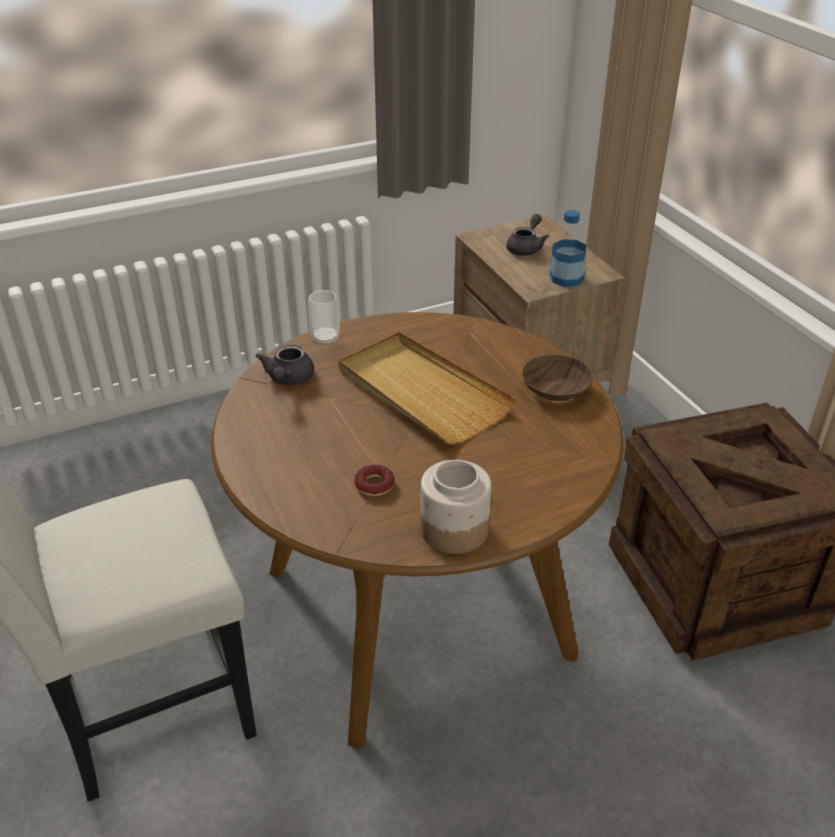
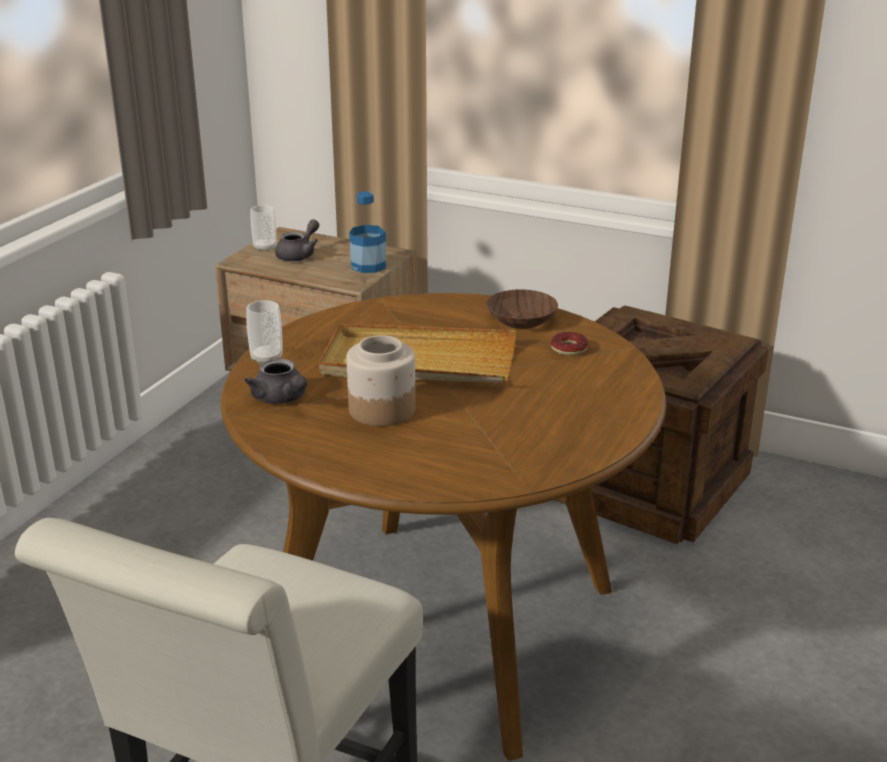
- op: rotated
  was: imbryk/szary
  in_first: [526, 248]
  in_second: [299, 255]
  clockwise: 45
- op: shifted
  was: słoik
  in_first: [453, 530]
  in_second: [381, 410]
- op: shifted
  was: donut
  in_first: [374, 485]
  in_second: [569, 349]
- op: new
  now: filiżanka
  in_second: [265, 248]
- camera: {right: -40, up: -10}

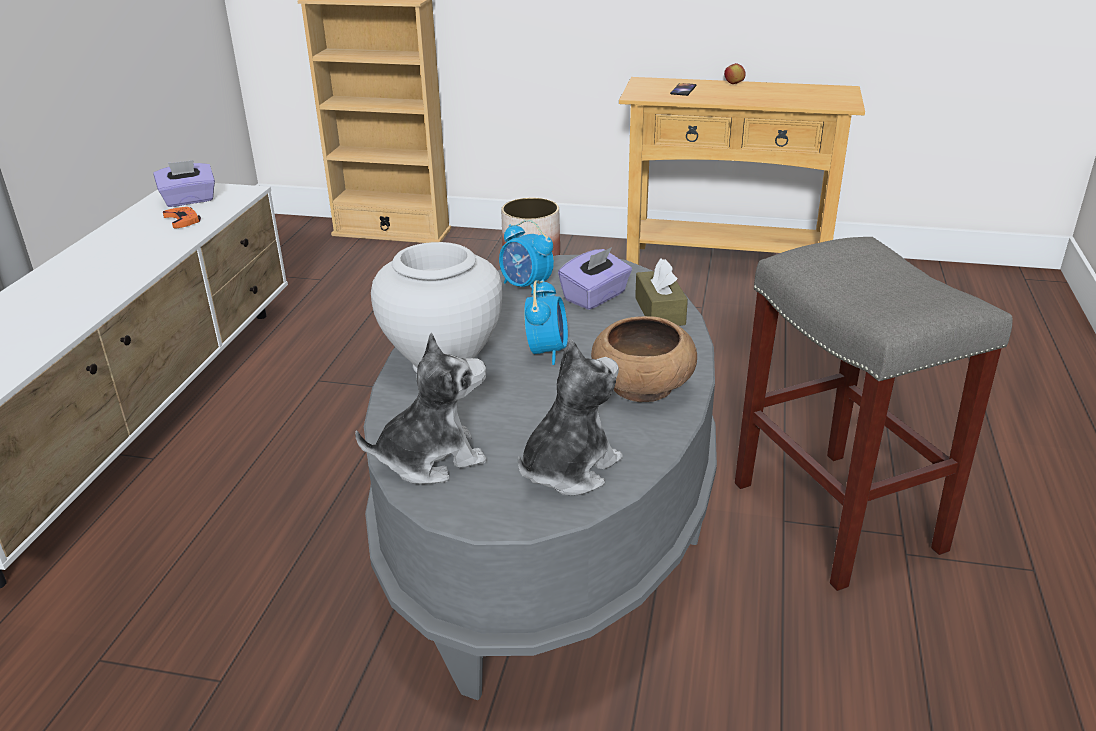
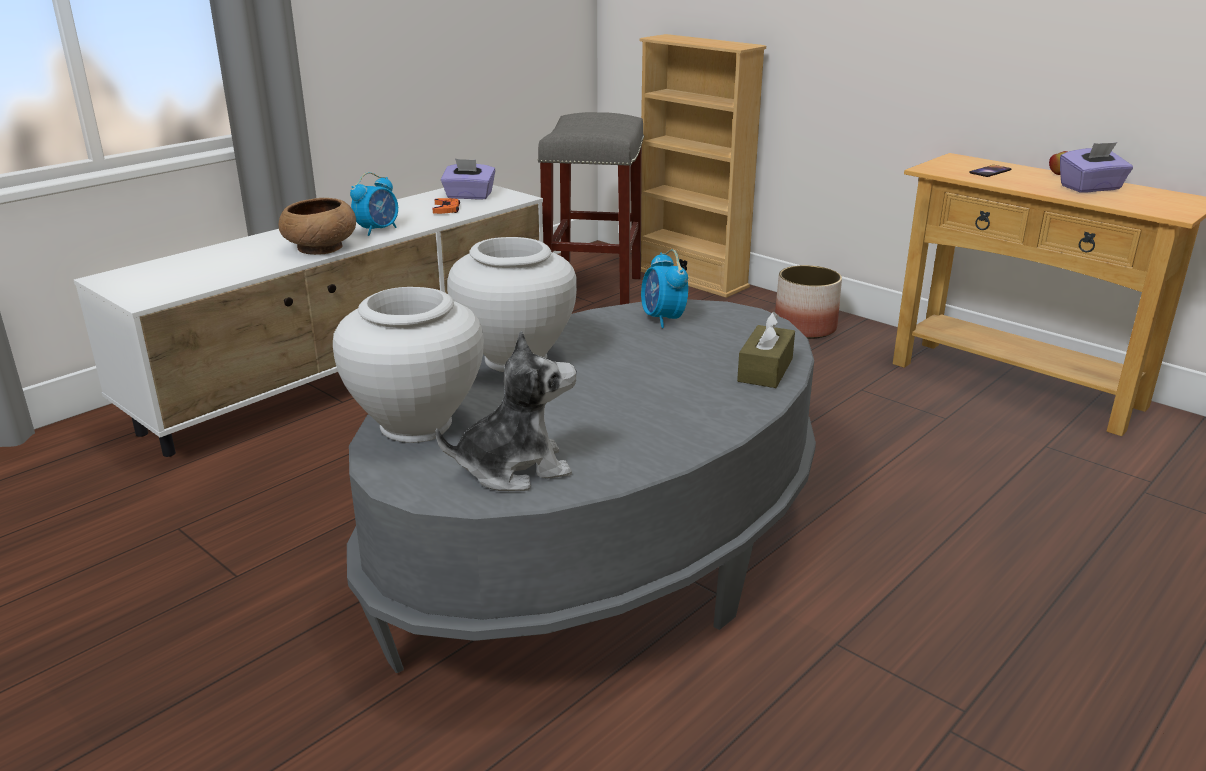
- op: shifted
  was: stołek/szary
  in_first: [839, 517]
  in_second: [594, 294]
- op: shifted
  was: pudełko chusteczek/fioletowy
  in_first: [595, 297]
  in_second: [1091, 188]
- op: shifted
  was: budzik
  in_first: [547, 351]
  in_second: [378, 230]
- op: shifted
  was: miska/brązowy
  in_first: [643, 387]
  in_second: [320, 248]
- op: swapped
  was: pluszak
  now: wazon/biały
  in_first: [431, 459]
  in_second: [416, 425]
- camera: {right: 30, up: -5}

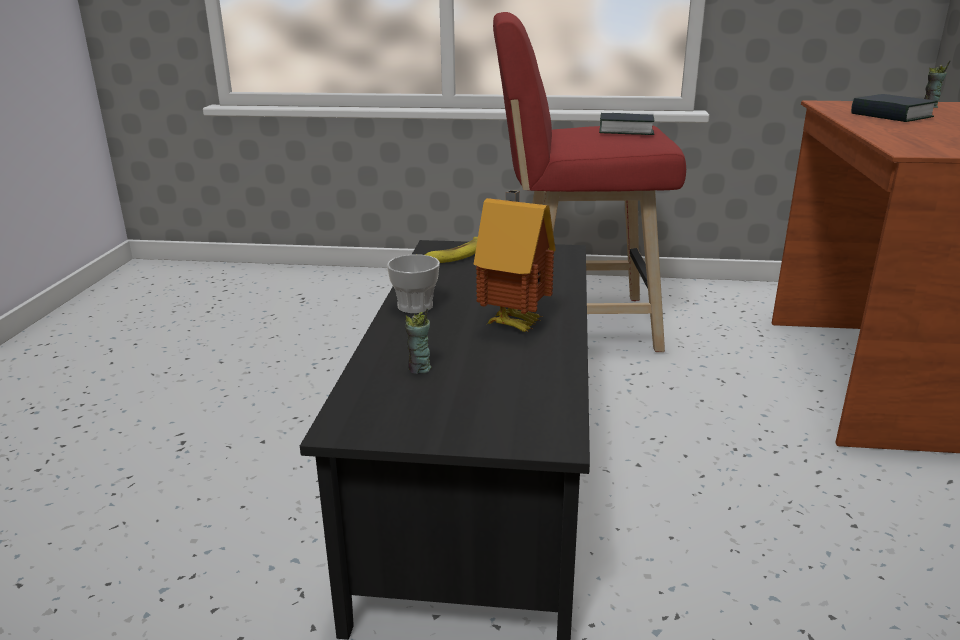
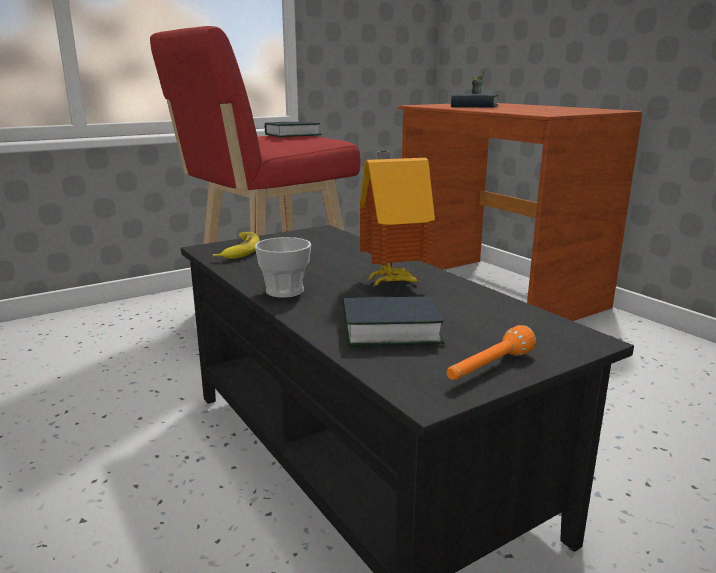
- op: swapped
  was: filiżanka
  now: książka
  in_first: [419, 369]
  in_second: [390, 331]
- op: new
  now: latarka/pomarańczowy
  in_second: [488, 368]
- camera: {right: -40, up: -5}

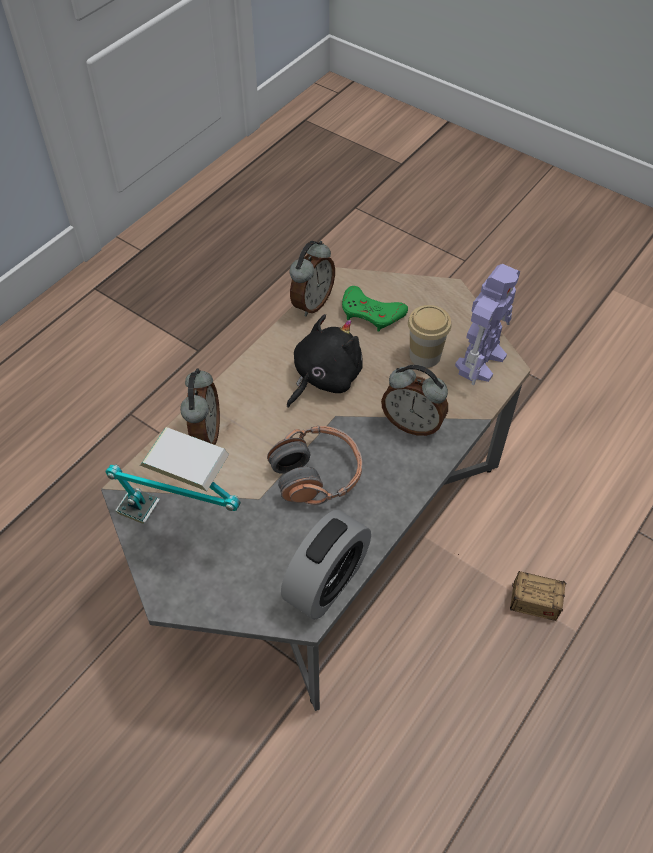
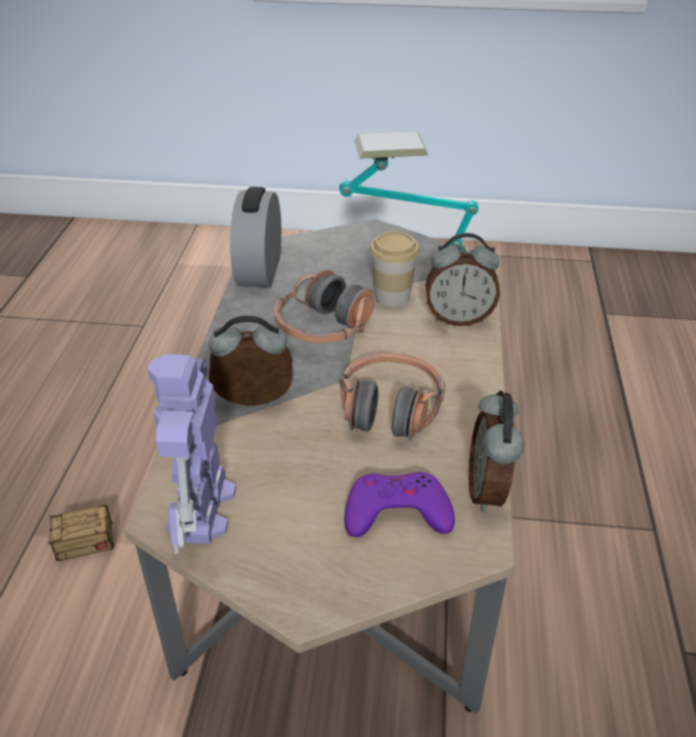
- op: repainted
  was: pad do gier/zielony
  now: pad do gier/fioletowy
  in_first: [371, 313]
  in_second: [396, 512]
- op: shifted
  was: filiżanka
  in_first: [425, 355]
  in_second: [392, 296]
- op: swapped
  was: pluszak/czarny
  now: słuchawki
  in_first: [324, 377]
  in_second: [390, 408]
- op: rotated
  was: budzik
  in_first: [205, 433]
  in_second: [458, 318]
  clockwise: -60
- camera: {right: 150, up: -15}

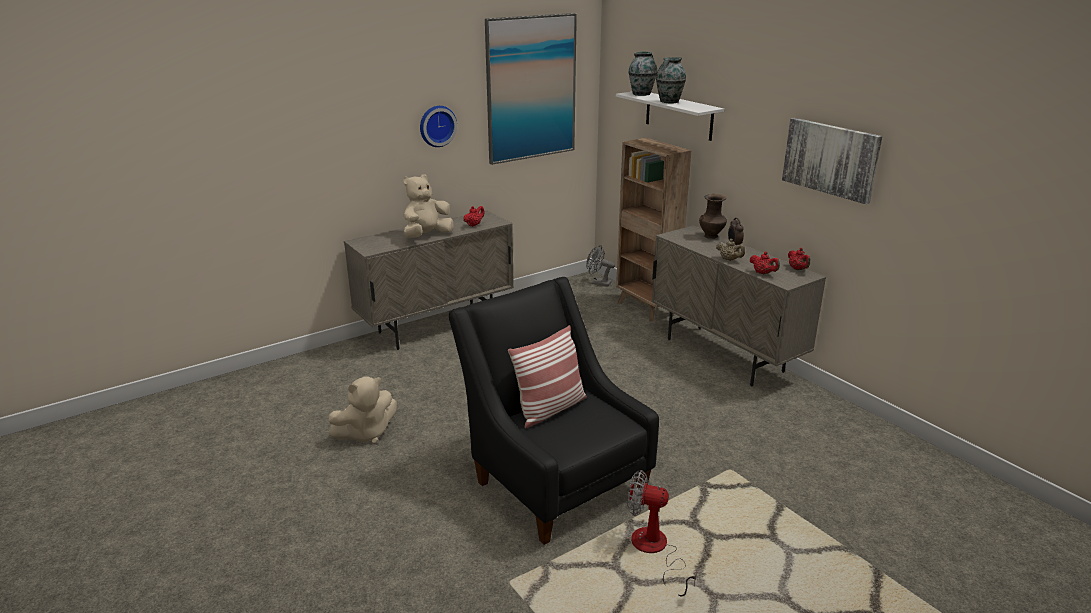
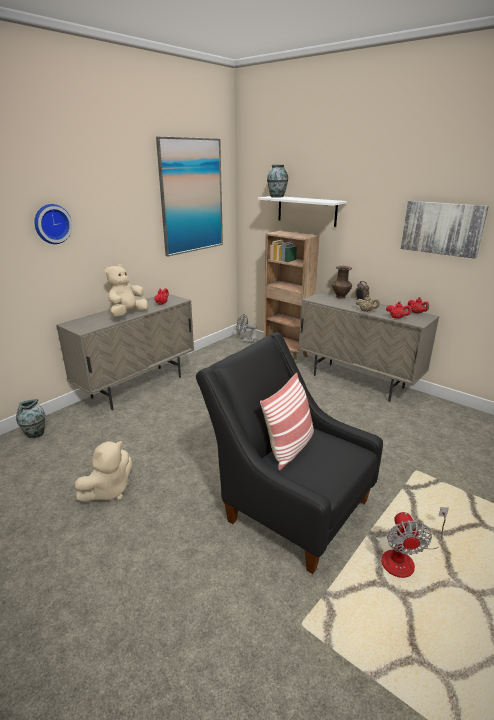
- op: shifted
  was: wazon
  in_first: [669, 102]
  in_second: [35, 434]
- op: shifted
  was: zegar ścienny
  in_first: [436, 125]
  in_second: [52, 224]
- op: rotated
  was: wentylator
  in_first: [655, 551]
  in_second: [405, 558]
  clockwise: -90
- camera: {right: -15, up: 0}

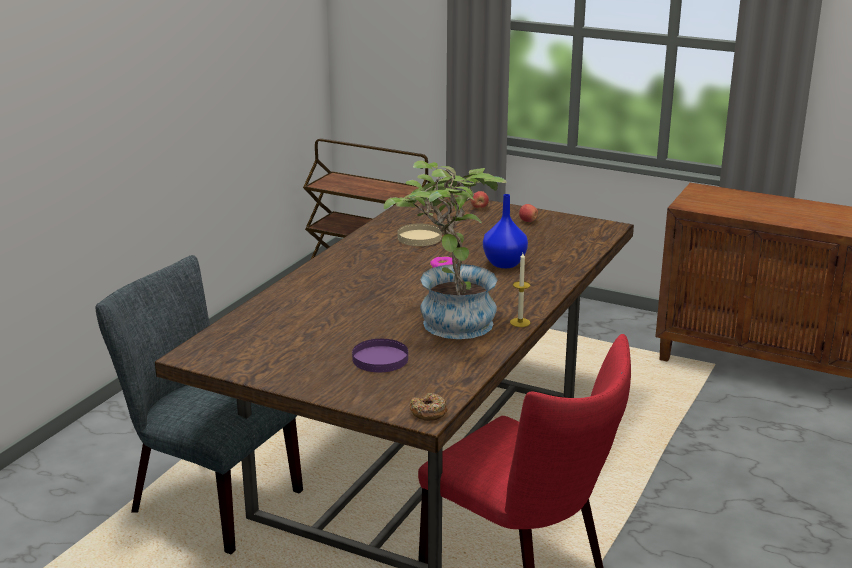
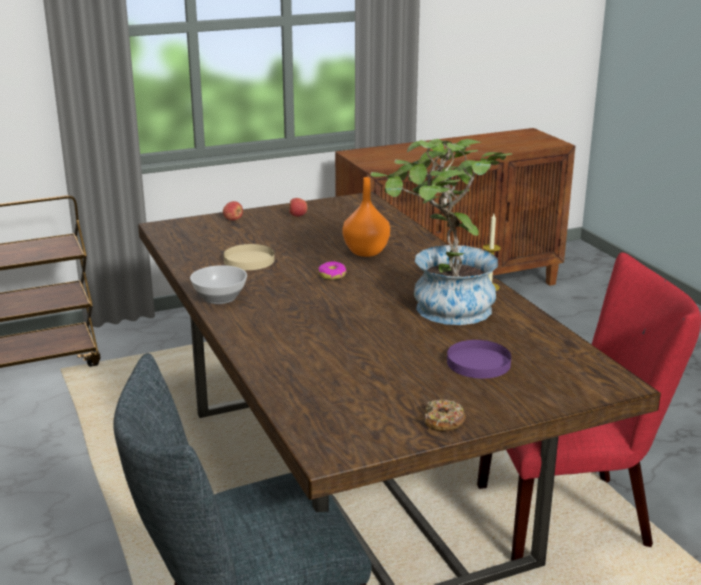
- op: repainted
  was: wazon/niebieski
  now: wazon/pomarańczowy
  in_first: [505, 264]
  in_second: [367, 252]
- op: shifted
  was: donut
  in_first: [428, 412]
  in_second: [443, 422]
- op: new
  now: miska
  in_second: [220, 298]
- camera: {right: -50, up: 0}

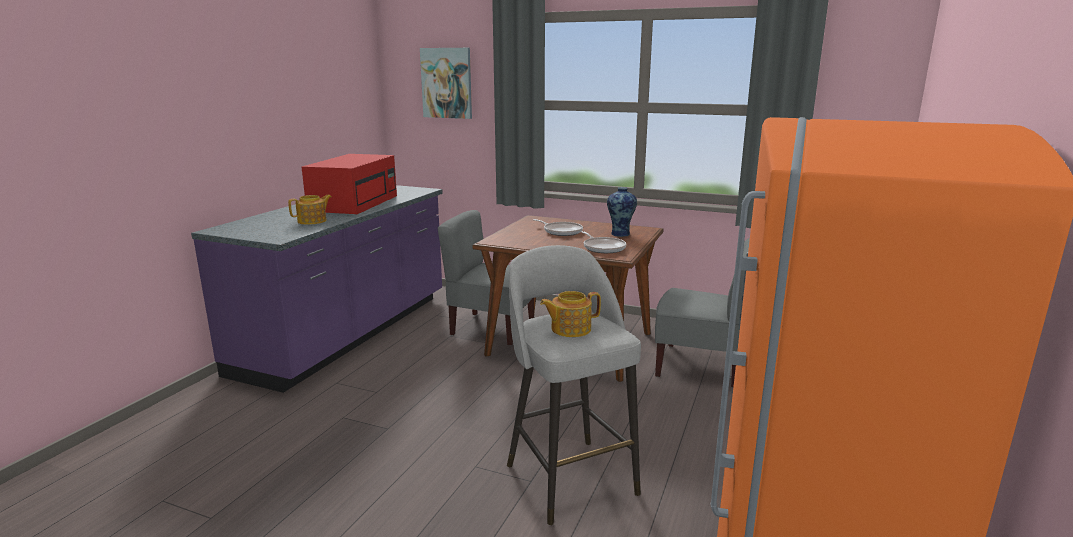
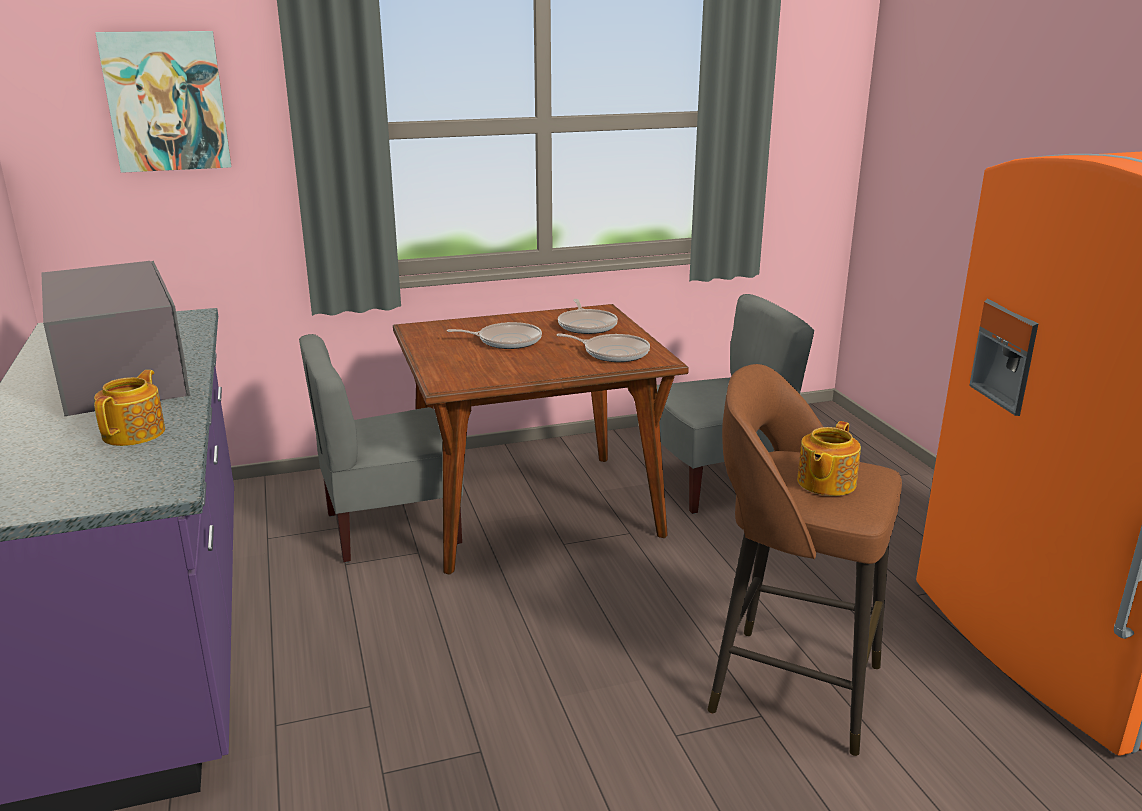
- op: repainted
  was: mikrofalówka/czerwony
  now: mikrofalówka/szary
  in_first: [354, 203]
  in_second: [120, 373]
- op: swapped
  was: wazon
  now: patelnia
  in_first: [620, 234]
  in_second: [587, 325]
- op: repainted
  was: stołek/szary
  now: stołek/brązowy
  in_first: [569, 477]
  in_second: [789, 686]
- camera: {right: -40, up: 5}

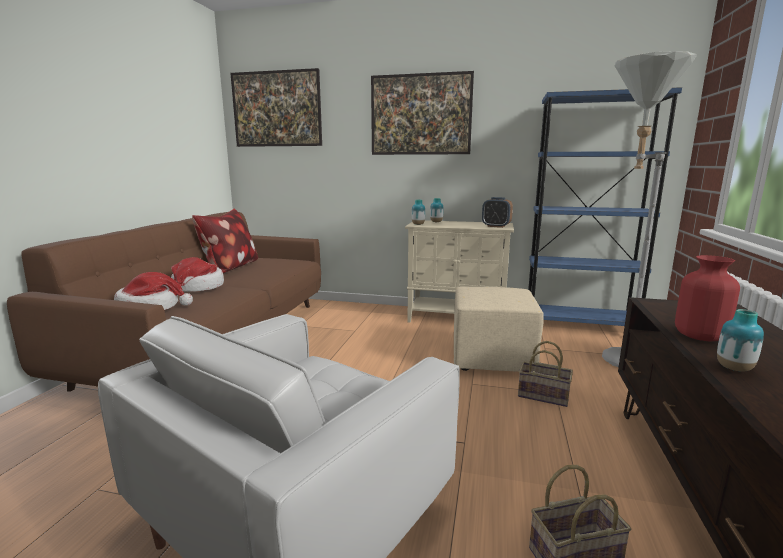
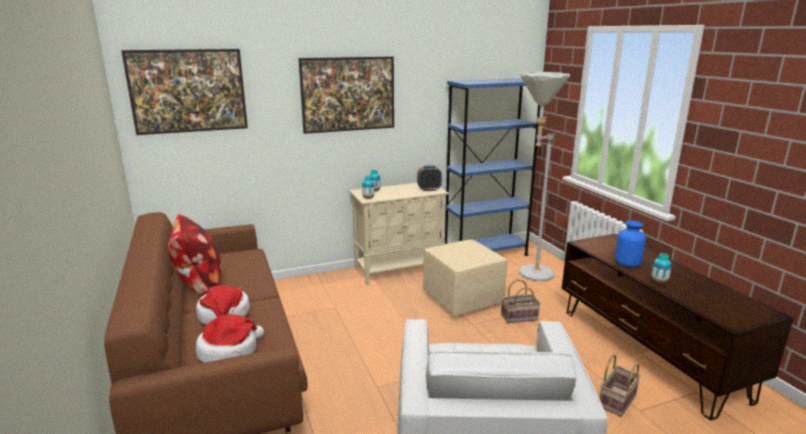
- op: repainted
  was: wazon/czerwony
  now: wazon/niebieski
  in_first: [700, 336]
  in_second: [627, 264]
- camera: {right: -35, up: 5}

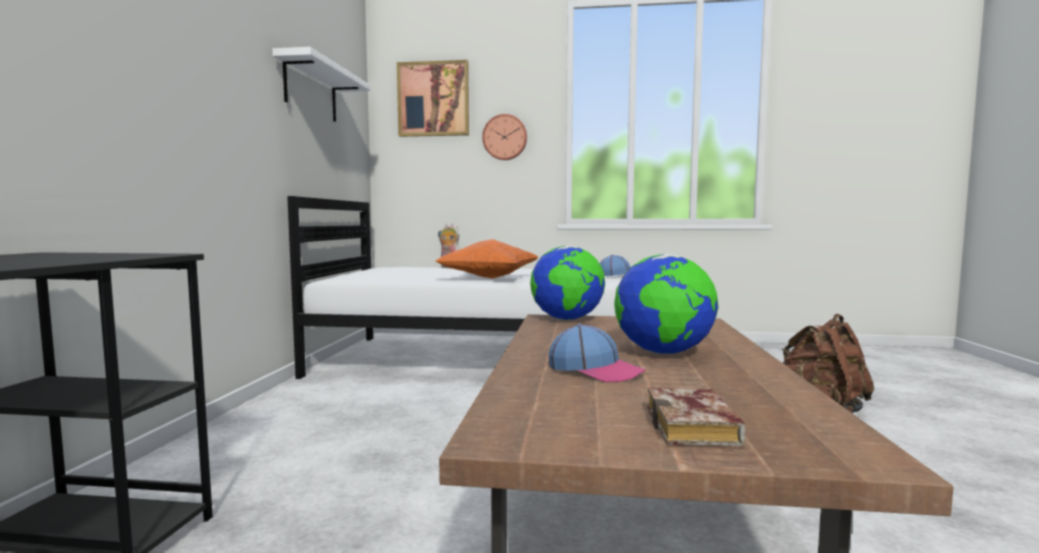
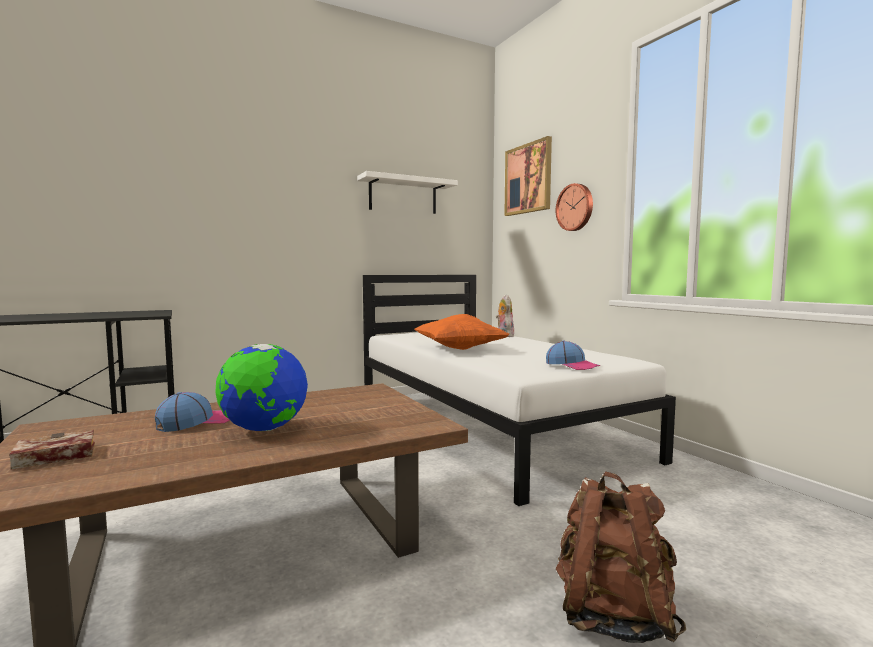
- op: gone
  was: globus
  in_first: [567, 319]
- op: rotated
  was: czapka z daszkiem
  in_first: [595, 370]
  in_second: [195, 422]
  clockwise: -135
- camera: {right: 55, up: 0}

